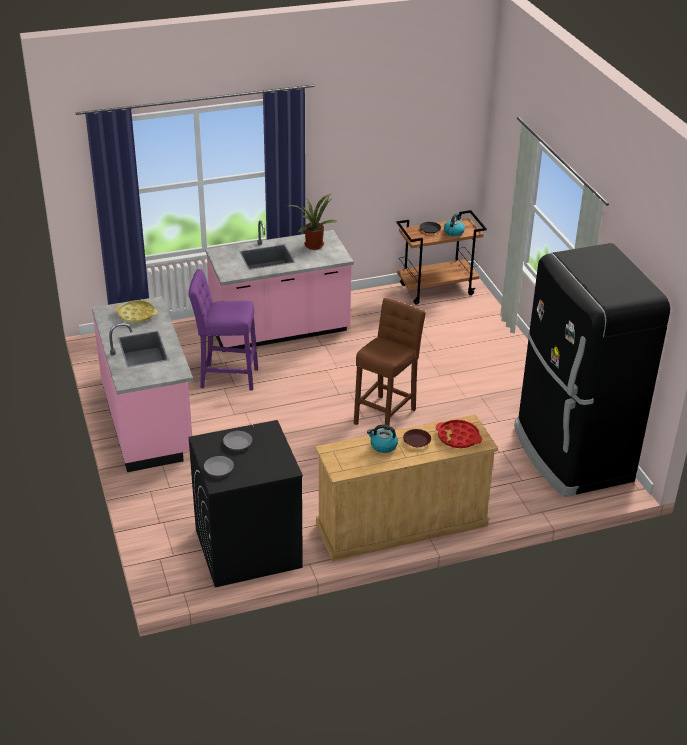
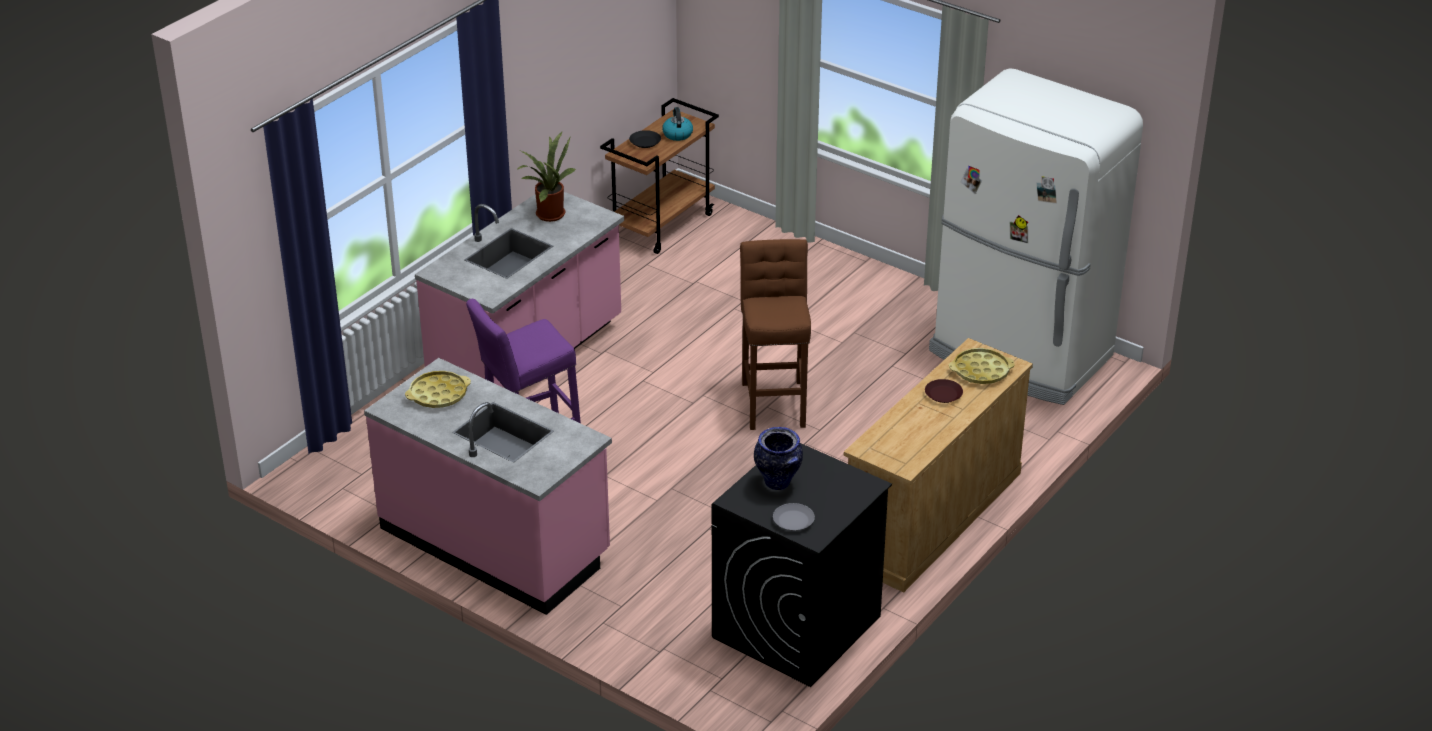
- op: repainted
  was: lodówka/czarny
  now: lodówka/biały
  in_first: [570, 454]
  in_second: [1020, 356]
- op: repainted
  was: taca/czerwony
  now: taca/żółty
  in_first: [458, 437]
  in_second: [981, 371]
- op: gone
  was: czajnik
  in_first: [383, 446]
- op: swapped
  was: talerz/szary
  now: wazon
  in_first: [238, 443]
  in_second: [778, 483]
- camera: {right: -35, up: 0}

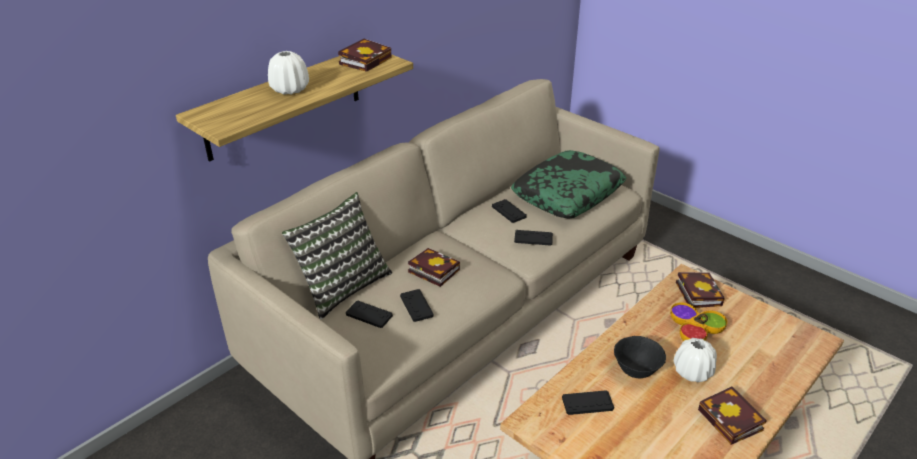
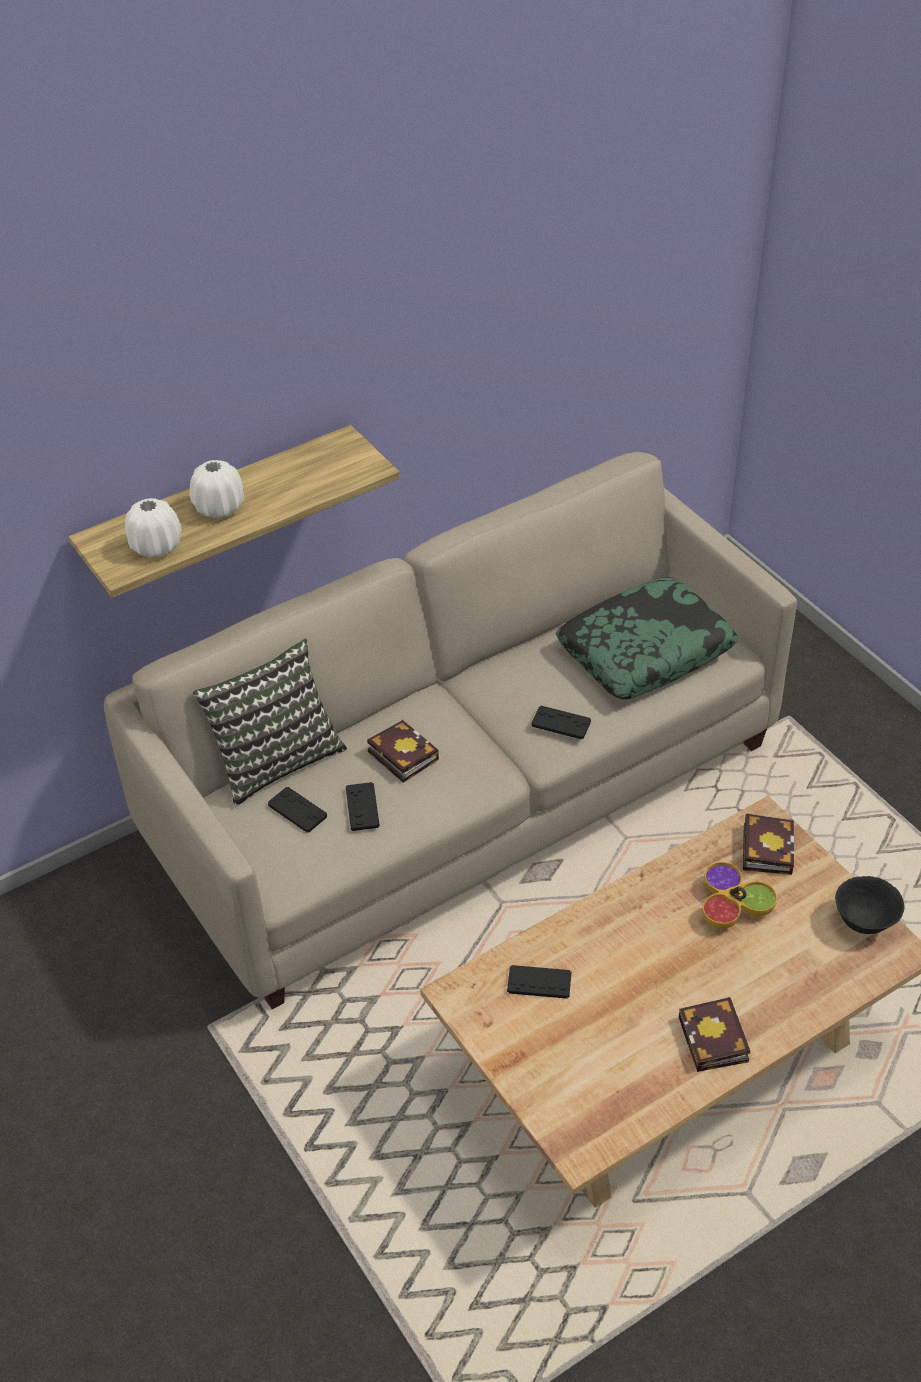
- op: gone
  was: książka
  in_first: [366, 60]
- op: gone
  was: pad do gier/czarny
  in_first: [508, 211]
- op: shifted
  was: miska/czarny
  in_first: [636, 371]
  in_second: [865, 922]
- op: shifted
  was: wazon/biały
  in_first: [692, 372]
  in_second: [156, 546]
- camera: {right: 15, up: 10}

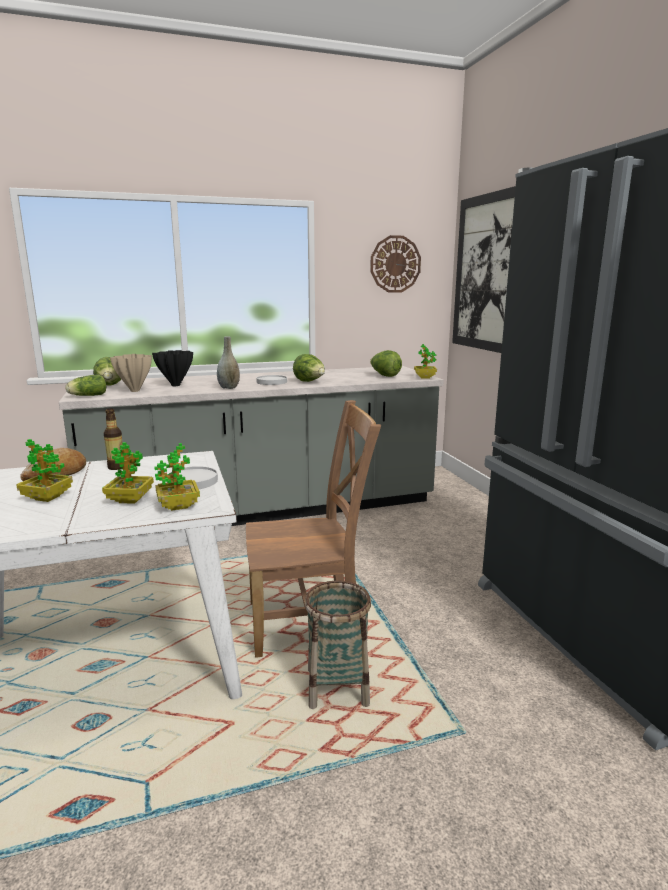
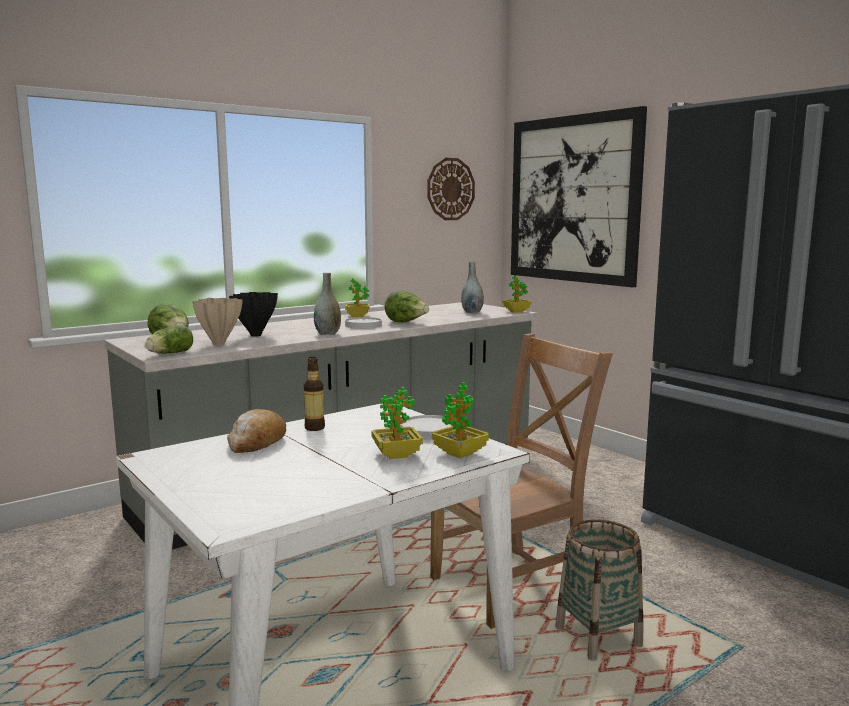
- op: swapped
  was: sałata
  now: wazon/szary
  in_first: [384, 376]
  in_second: [472, 312]
- op: shifted
  was: roślina doniczkowa
  in_first: [47, 498]
  in_second: [357, 316]
- camera: {right: -20, up: -5}

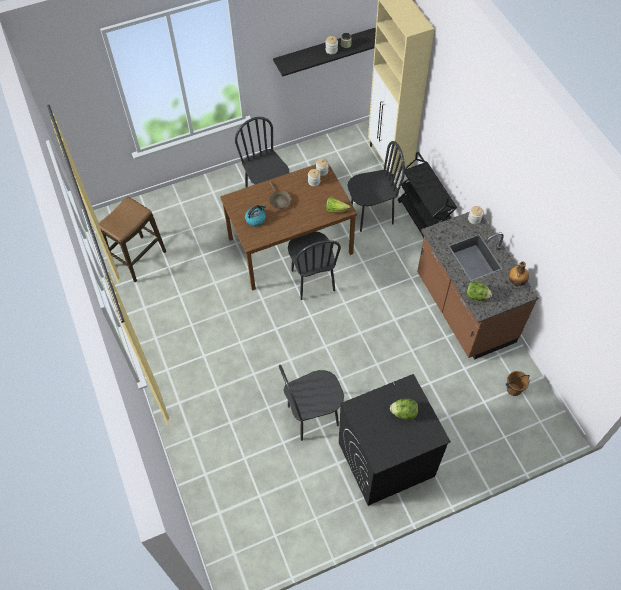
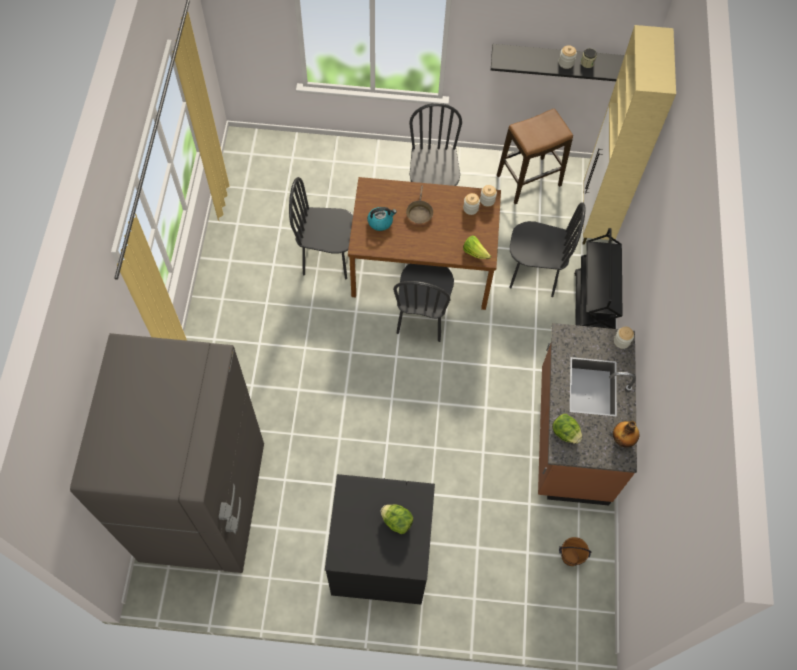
- op: shifted
  was: stołek
  in_first: [138, 259]
  in_second: [529, 180]
- op: shifted
  was: krzesło/czarny
  in_first: [313, 416]
  in_second: [328, 259]
- op: new
  now: lodówka/szary
  in_second: [205, 503]
- camera: {right: 25, up: 5}

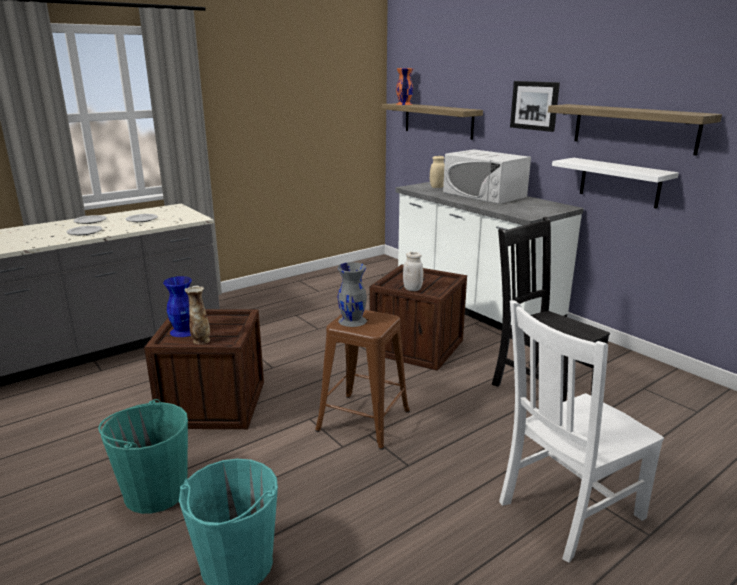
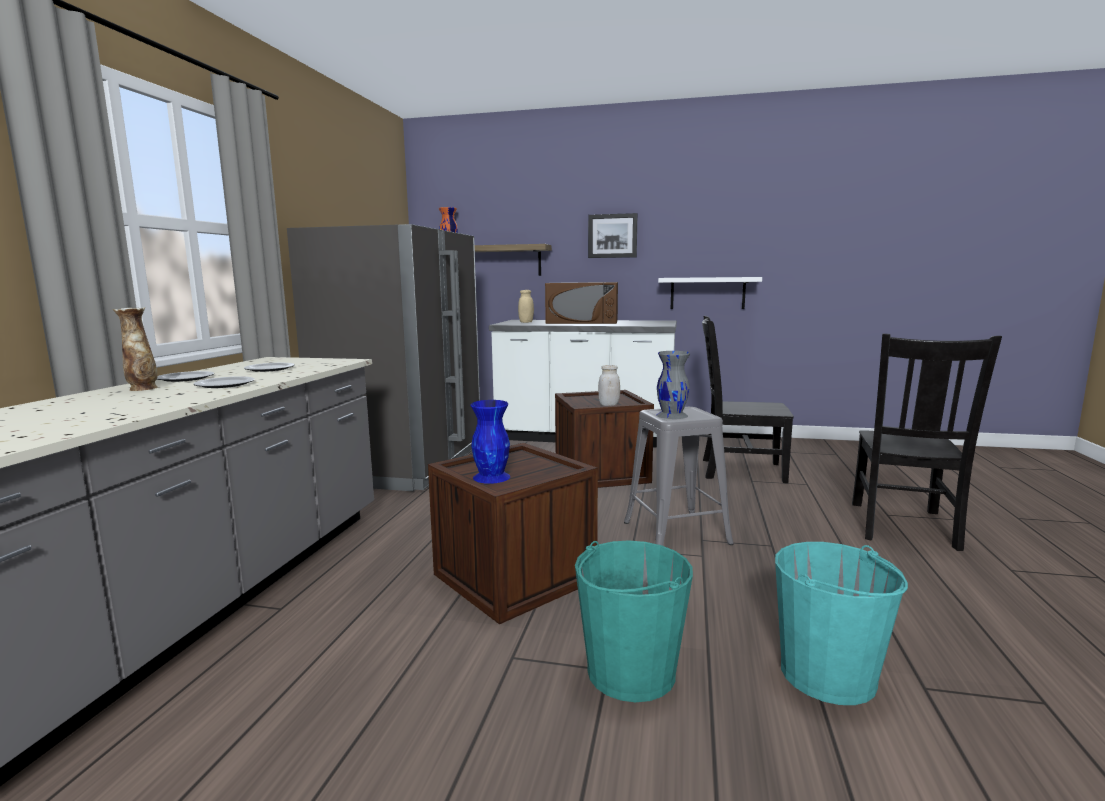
- op: gone
  was: półka
  in_first: [634, 128]
- op: repainted
  was: mikrofalówka/biały
  now: mikrofalówka/brązowy
  in_first: [484, 194]
  in_second: [582, 322]
- op: shifted
  was: wazon
  in_first: [201, 340]
  in_second: [142, 389]
- op: repainted
  was: krzesło/biały
  now: krzesło/czarny
  in_first: [567, 511]
  in_second: [903, 527]
- op: repainted
  was: stołek/brązowy
  now: stołek/szary
  in_first: [364, 420]
  in_second: [676, 532]
- op: new
  now: lodówka/szary
  in_second: [405, 464]
- camera: {right: -40, up: -10}

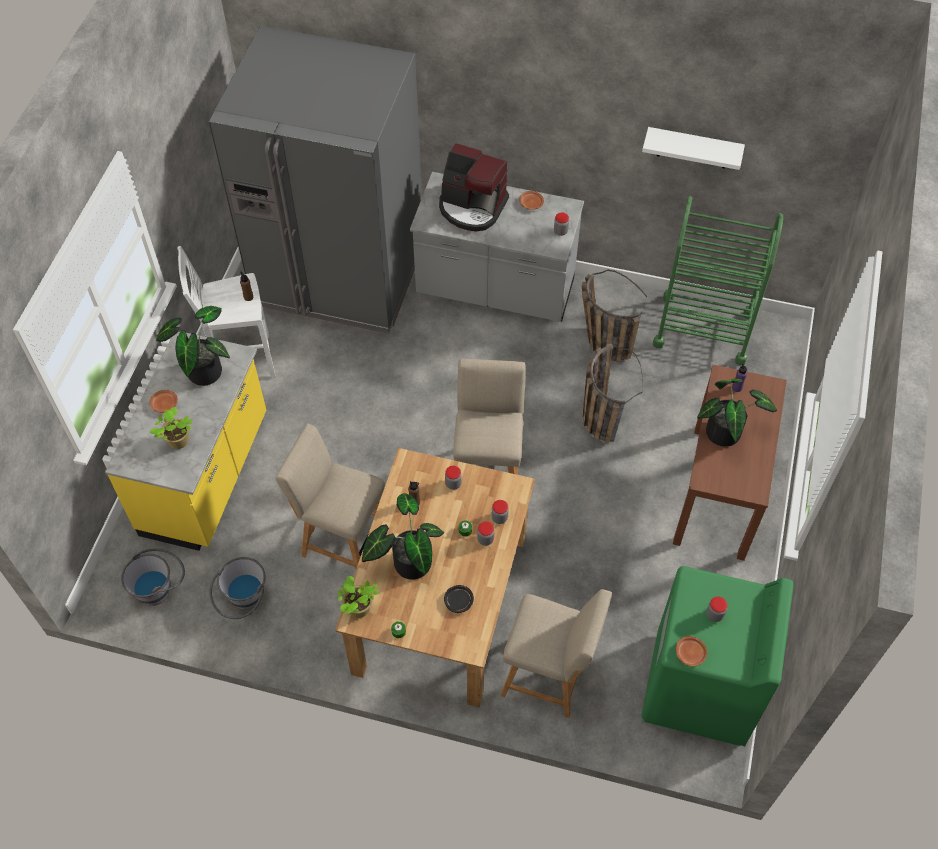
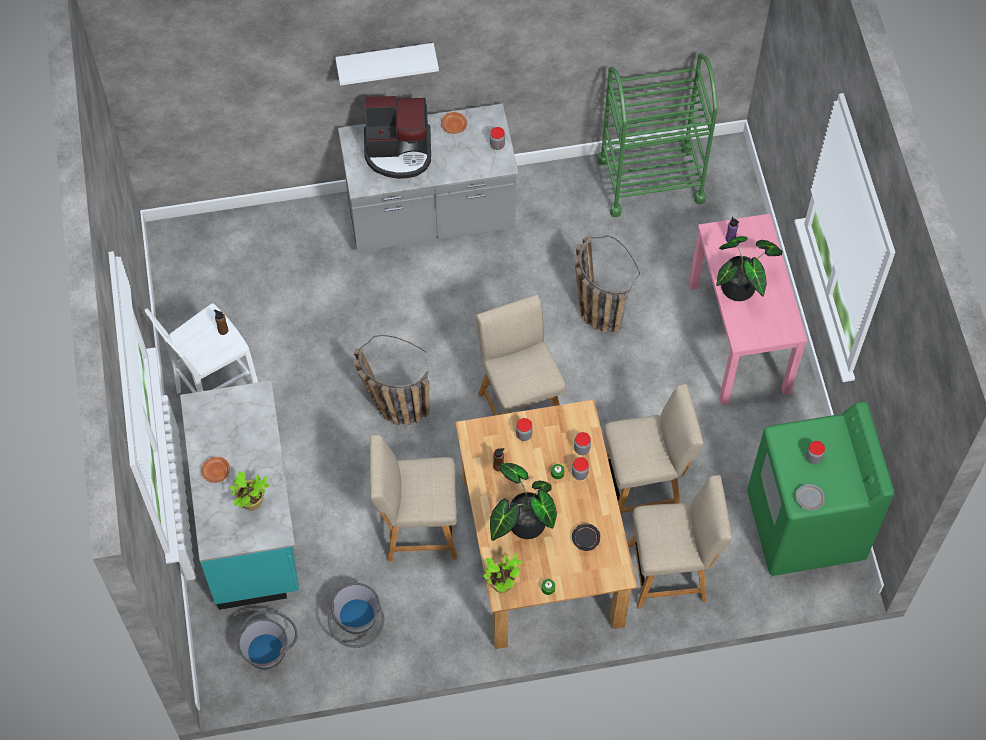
- op: gone
  was: lodówka/szary
  in_first: [340, 276]
- op: shifted
  was: półka/biały
  in_first: [693, 148]
  in_second: [385, 60]
- op: shifted
  was: koszyk
  in_first: [601, 340]
  in_second: [391, 404]
- op: gone
  was: roślina doniczkowa
  in_first: [202, 369]
- op: repainted
  was: zabudowa kuchenna/żółty
  now: zabudowa kuchenna/turkusowy
  in_first: [207, 476]
  in_second: [251, 523]
- op: repainted
  was: stolik konsolowy/brązowy
  now: stolik konsolowy/różowy
  in_first: [719, 492]
  in_second: [739, 338]
- op: repainted
  was: talerz/brązowy
  now: talerz/szary
  in_first: [690, 654]
  in_second: [809, 499]
- op: new
  now: krzesło/beżowy
  in_second: [645, 486]
- camera: {right: -25, up: 5}

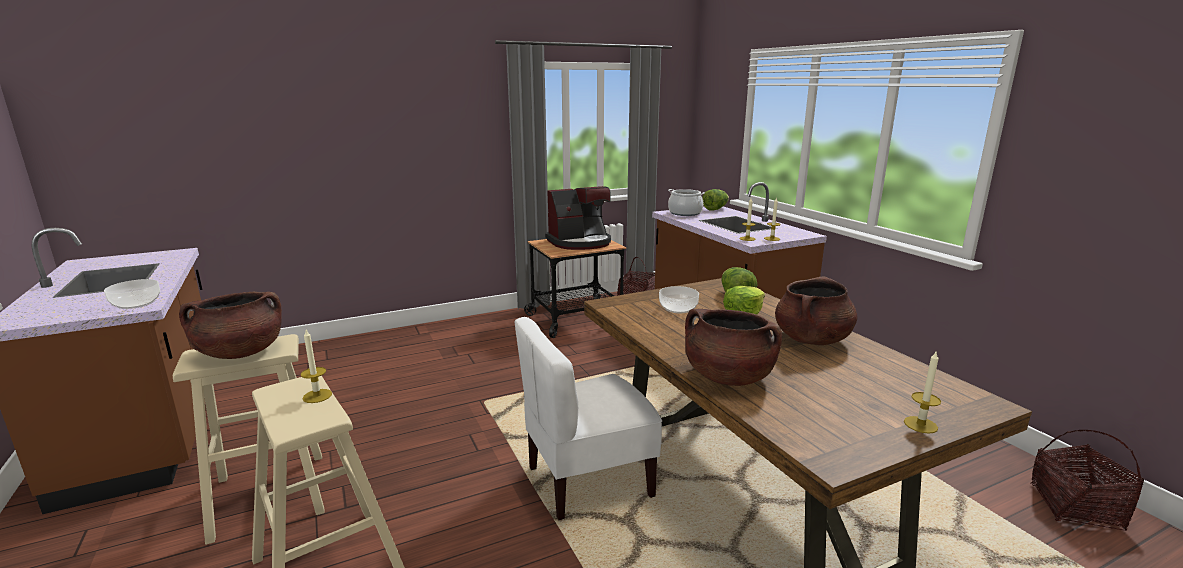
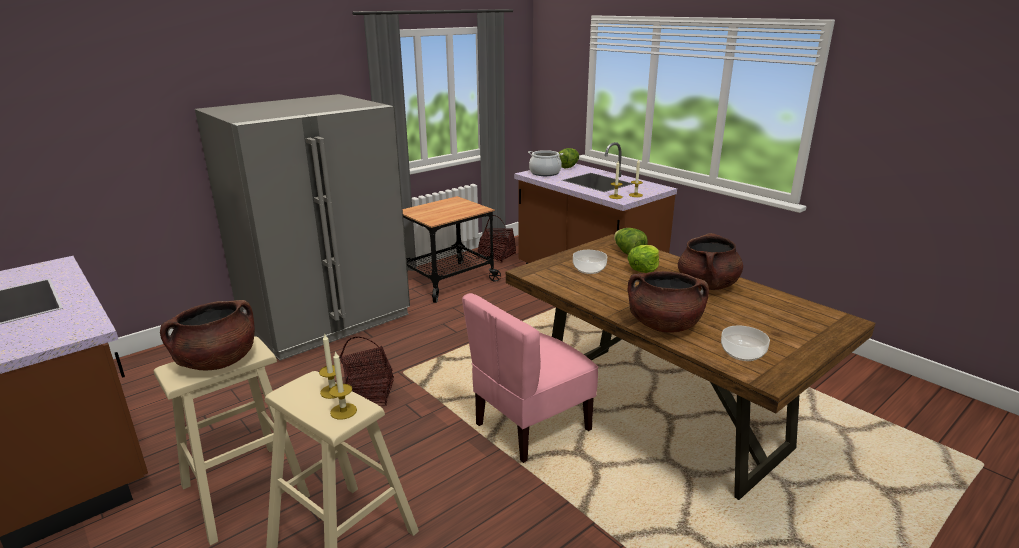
- op: gone
  was: ekspres do kawy
  in_first: [580, 242]
- op: shifted
  was: miska
  in_first: [137, 303]
  in_second: [742, 352]
- op: repainted
  was: krzesło/biały
  now: krzesło/różowy
  in_first: [588, 481]
  in_second: [531, 426]
- op: shifted
  was: świeca
  in_first: [920, 424]
  in_second: [343, 411]
- op: shifted
  was: koszyk
  in_first: [1074, 506]
  in_second: [368, 394]
- op: new
  now: lodówka/szary
  in_second: [326, 319]
- camera: {right: -15, up: 5}

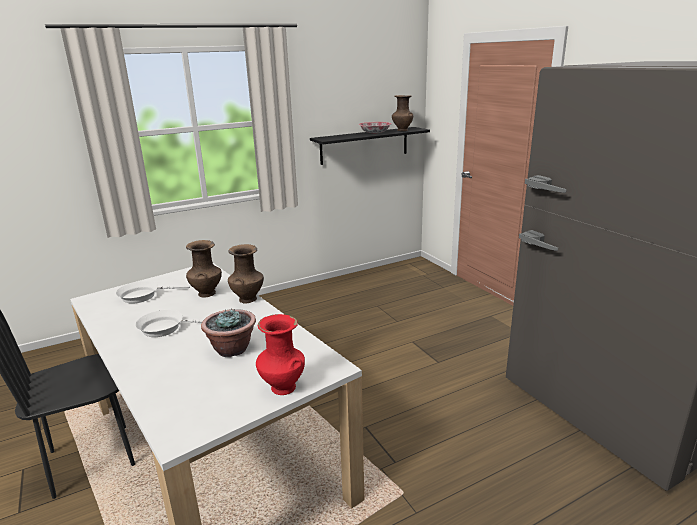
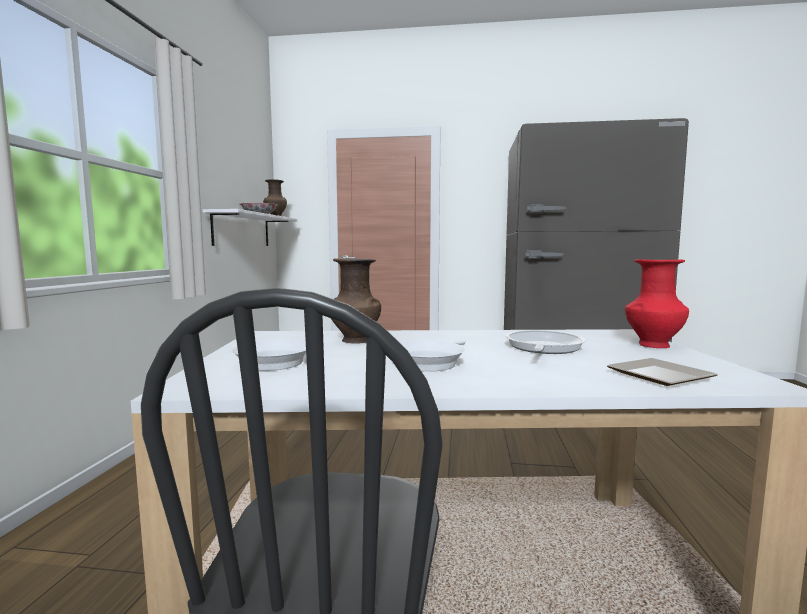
- op: repainted
  was: półka/czarny
  now: półka/biały
  in_first: [364, 145]
  in_second: [242, 230]
- op: gone
  was: wazon/brązowy
  in_first: [248, 299]
- op: swapped
  was: roślina doniczkowa
  now: patelnia
  in_first: [232, 349]
  in_second: [542, 348]
- op: new
  now: talerz
  in_second: [658, 375]
- camera: {right: -55, up: -15}

